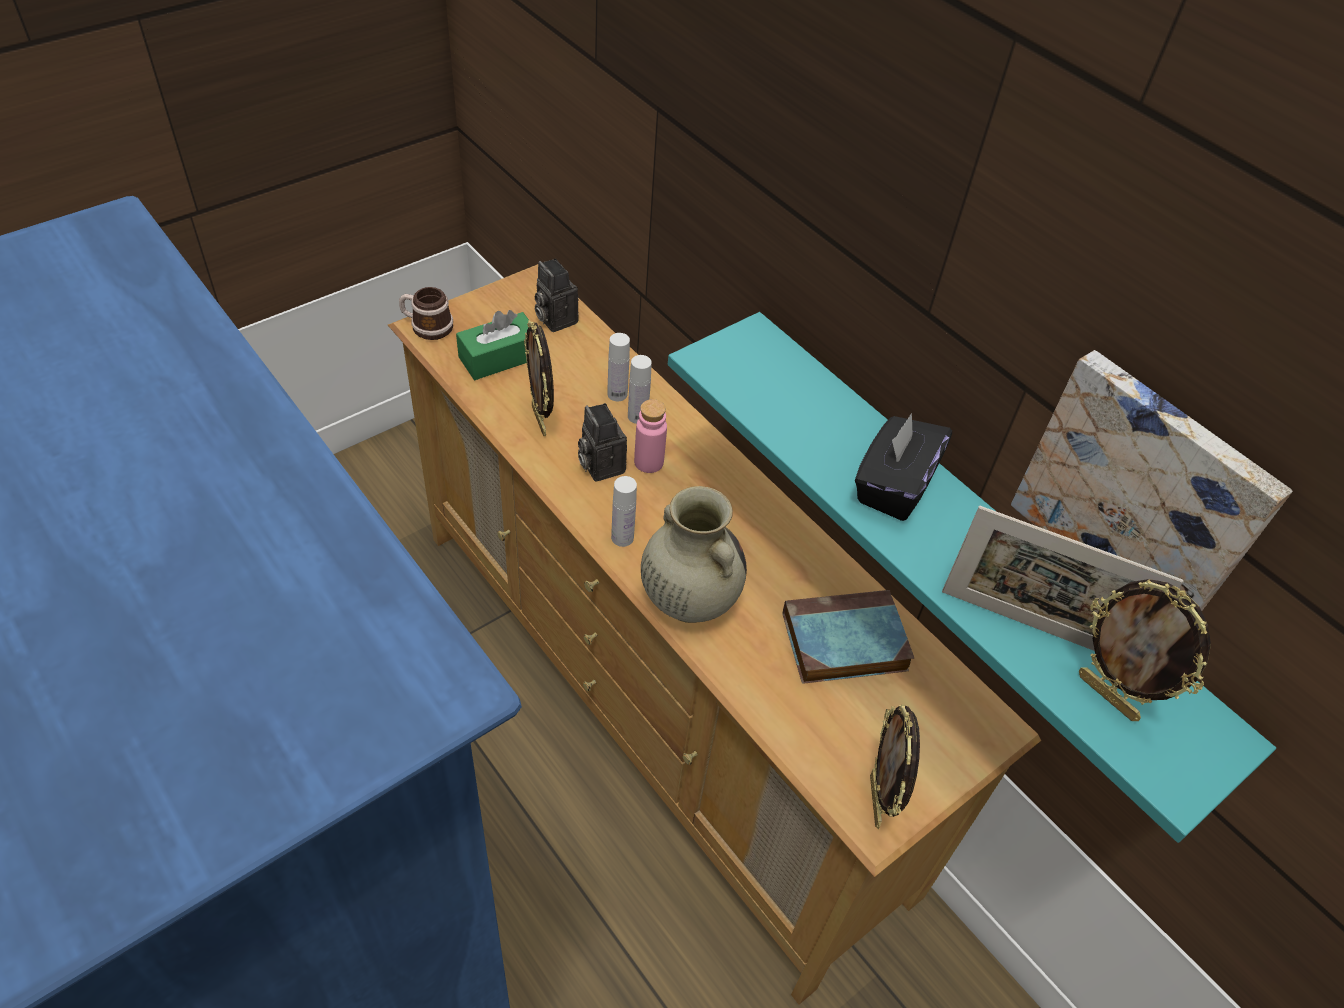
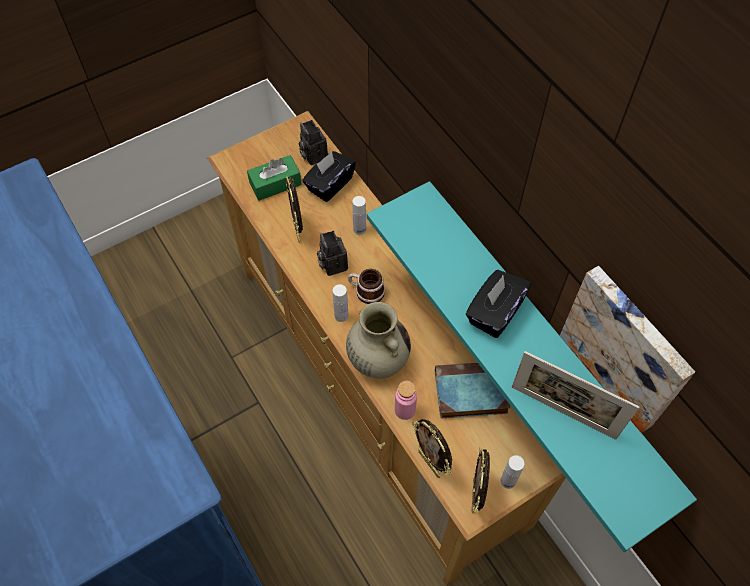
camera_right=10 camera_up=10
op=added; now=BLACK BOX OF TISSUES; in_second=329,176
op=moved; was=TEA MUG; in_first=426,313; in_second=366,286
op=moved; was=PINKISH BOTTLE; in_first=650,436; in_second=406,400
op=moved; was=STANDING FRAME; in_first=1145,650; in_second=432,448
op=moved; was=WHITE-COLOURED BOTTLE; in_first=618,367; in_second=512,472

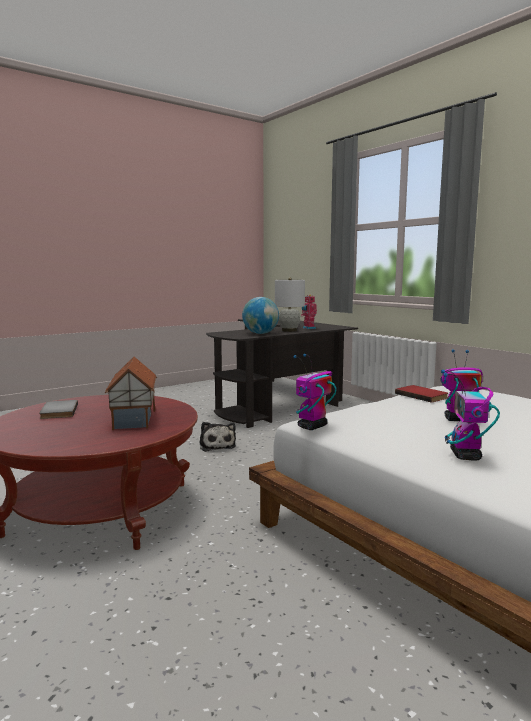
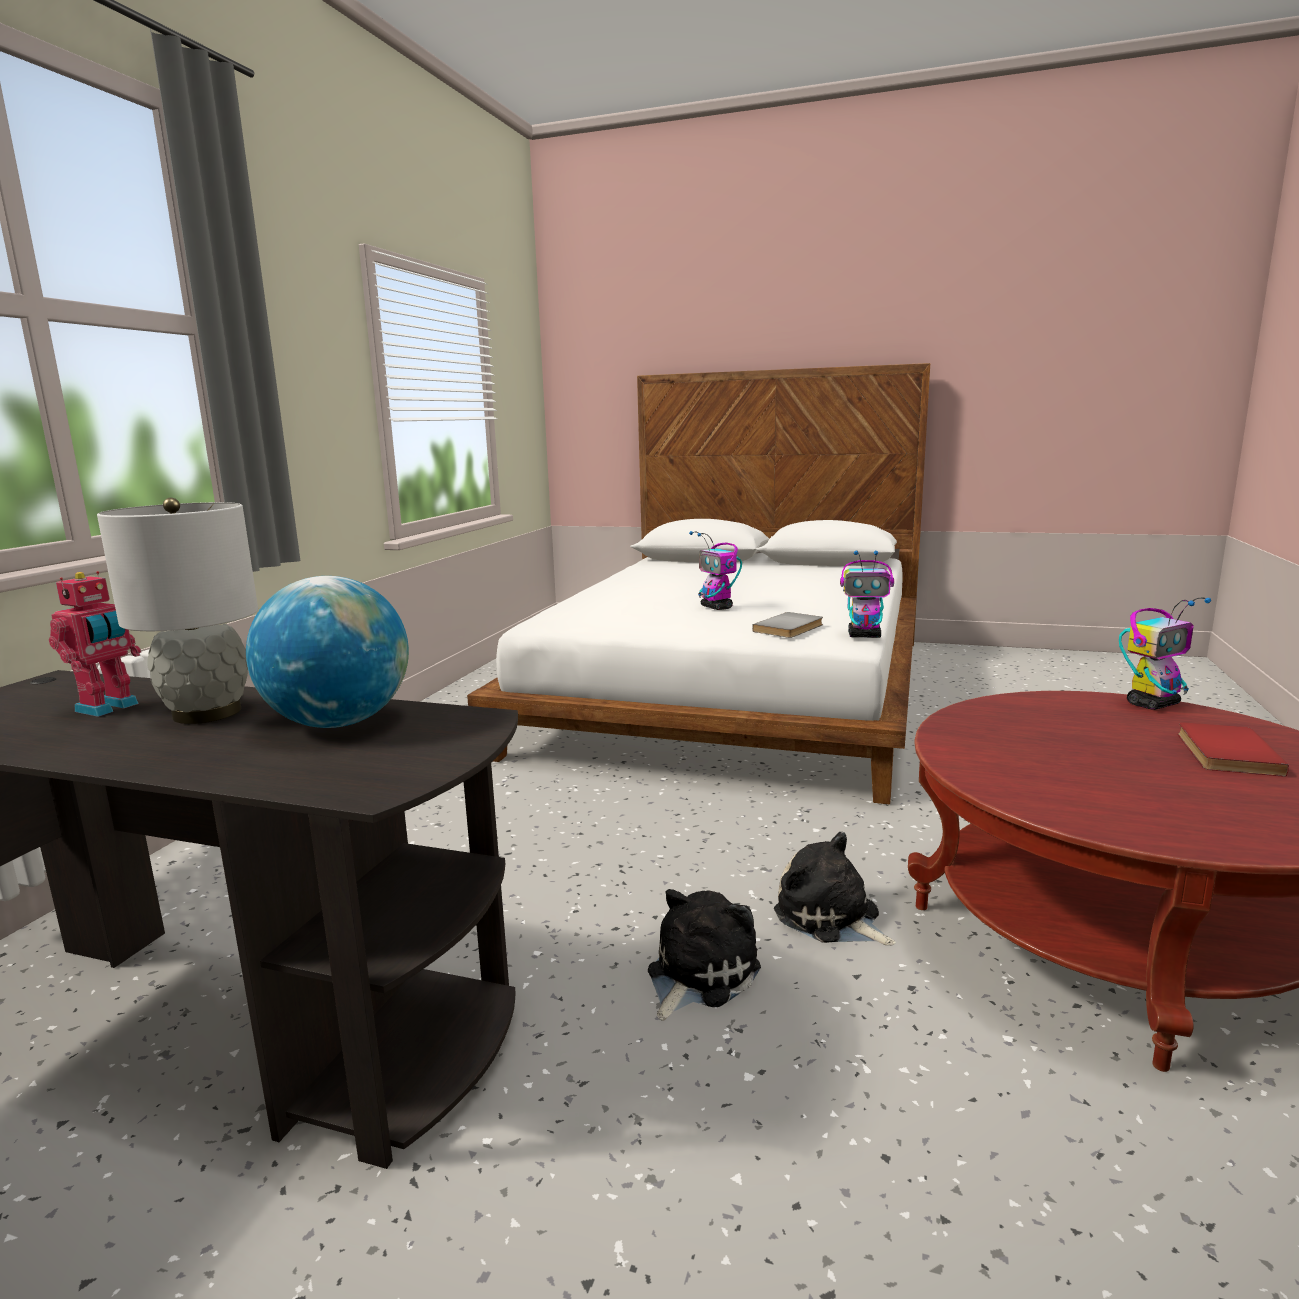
camera_right=-125 camera_up=5
op=moved; was=GREY BOUND BOOK; in_first=58,409; in_second=787,625
op=added; now=PLUSH TOY; in_second=835,888
op=moved; was=TOY ROBOT; in_first=470,415; in_second=1165,653
op=moved; was=REDDISH BOUND BOOK; in_first=421,394; in_second=1233,749
op=removed; was=MODEL HOUSE; in_first=130,393

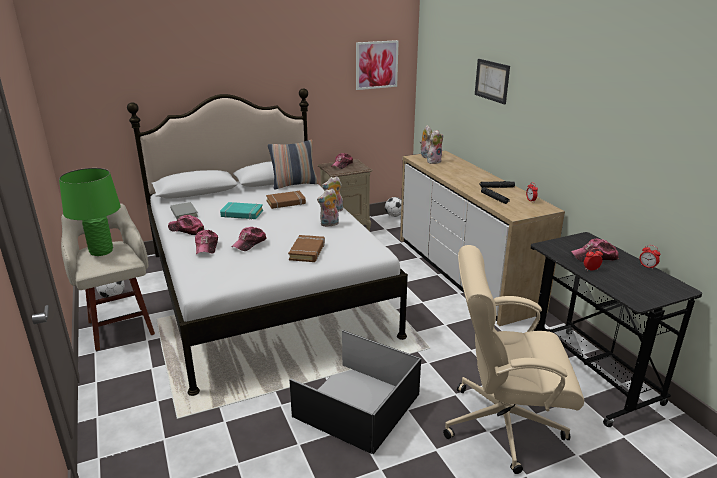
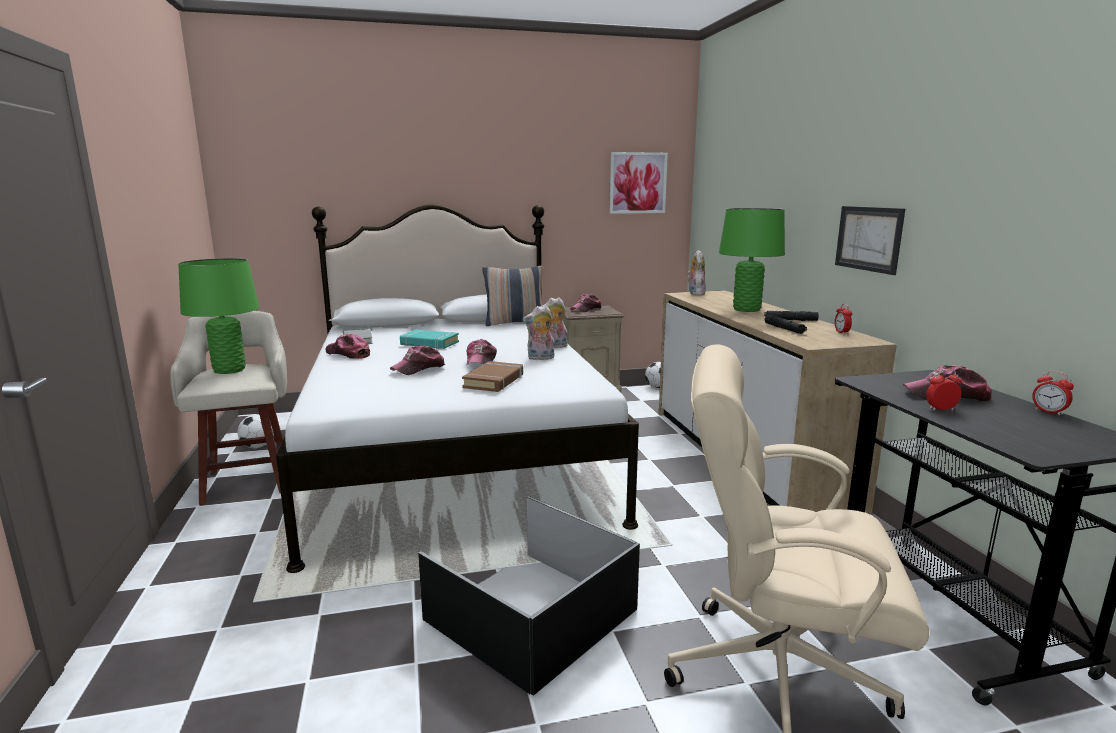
camera_right=10 camera_up=-10
op=moved; was=BASEBALL CAP; in_first=206,242; in_second=481,352
op=added; now=GREENISH TABLE LAMP; in_second=752,260
op=moved; was=WALL ART; in_first=492,81; in_second=870,240
op=removed; was=BROWN BOUND BOOK; in_first=286,200
op=removed; was=PLUSH TOY; in_first=435,147

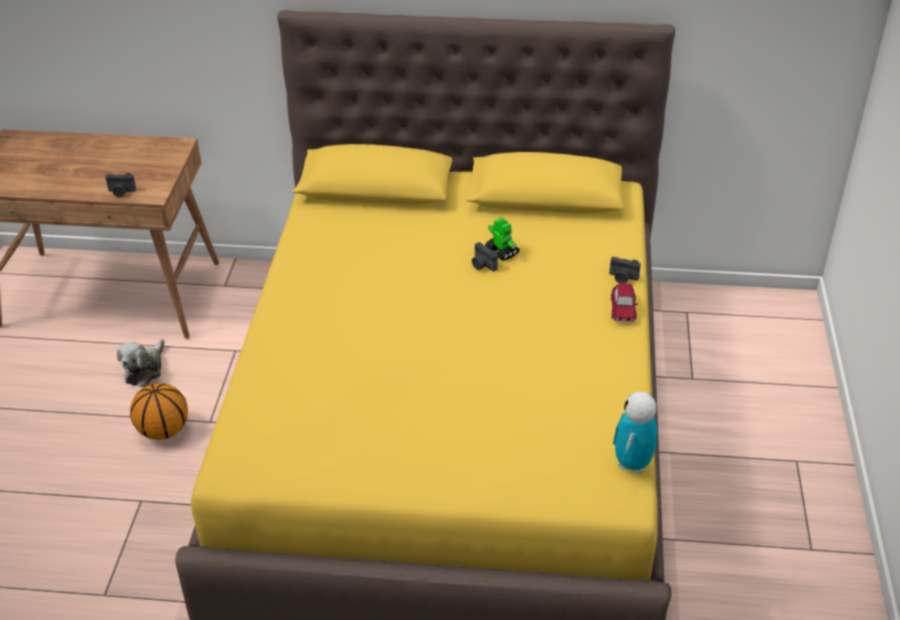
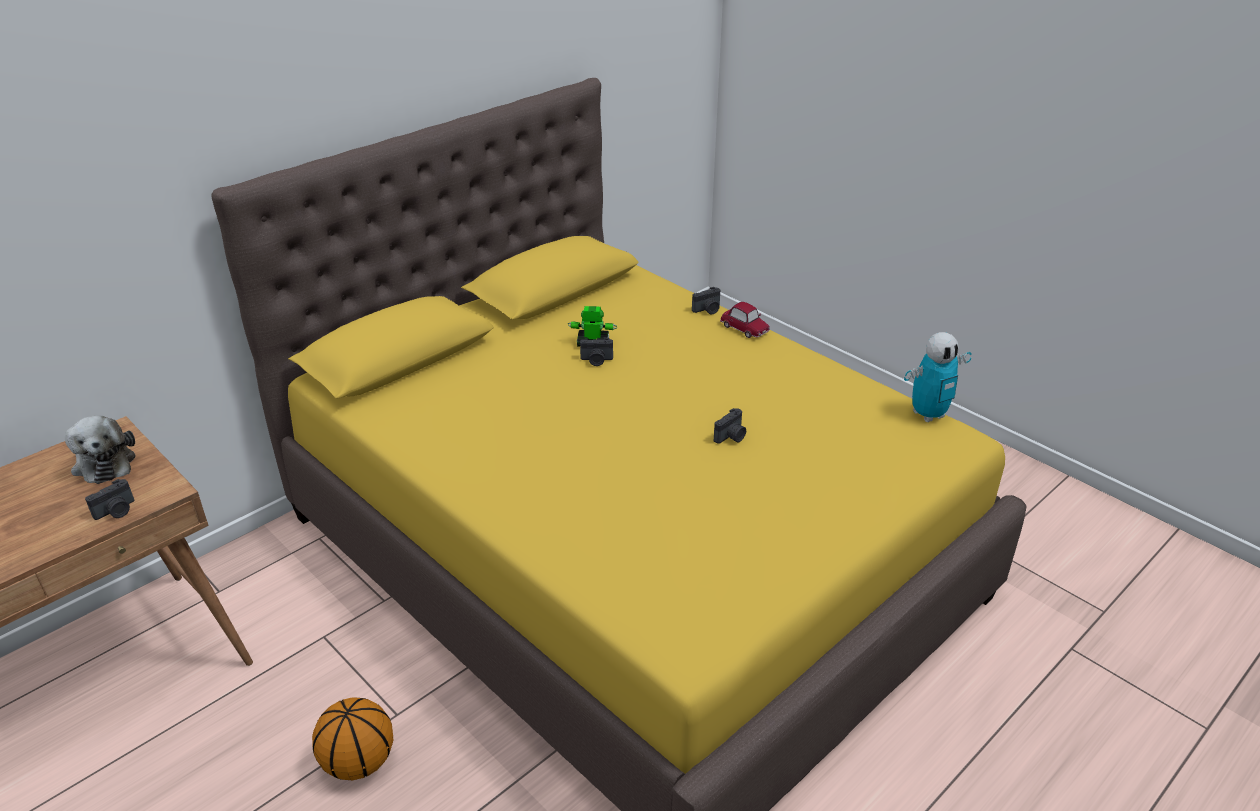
camera_right=-50 camera_up=-5
op=moved; was=PLUSH TOY; in_first=140,363; in_second=100,449
op=added; now=STILL CAMERA; in_second=730,426
op=turned; was=TOY ROBOT; in_first=635,433; in_second=937,377; clockwise=-90

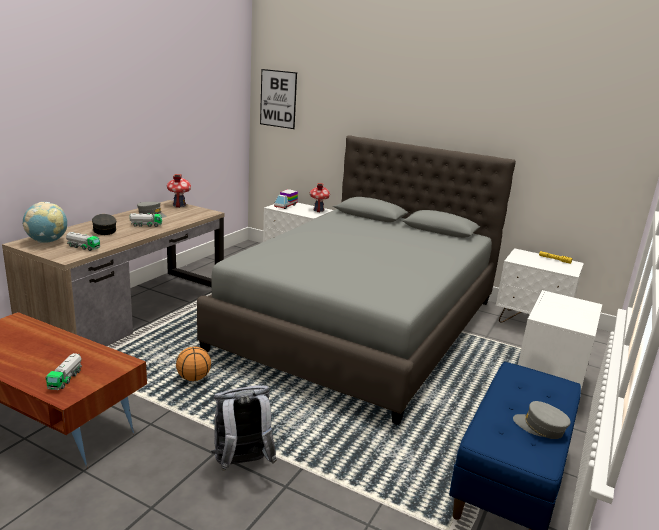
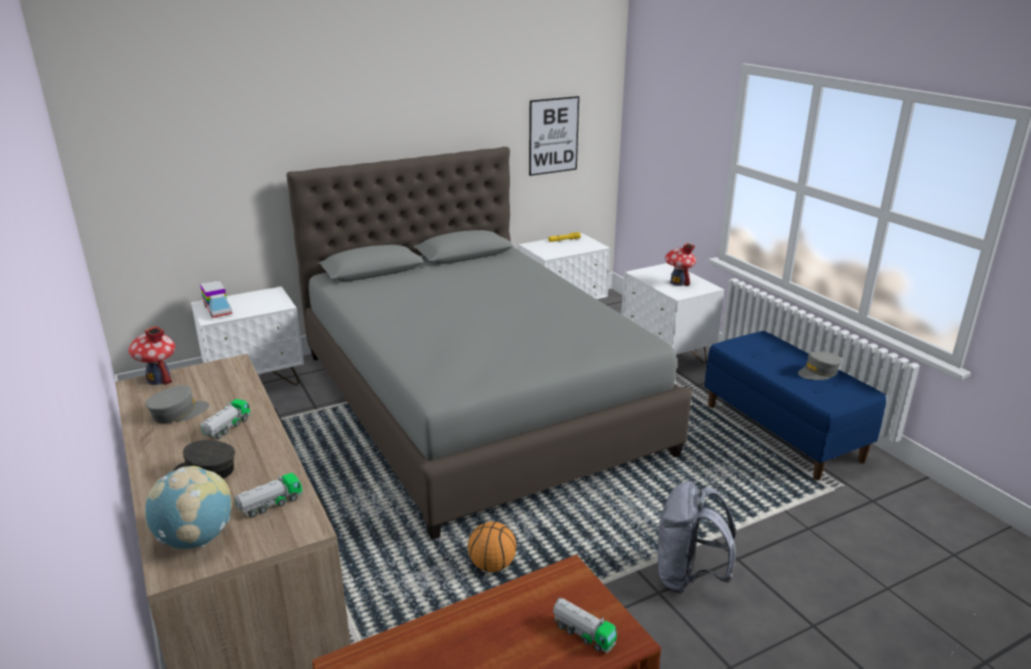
camera_right=-55 camera_up=5
op=moved; was=WALL ART; in_first=278,99; in_second=554,136
op=moved; was=MODEL HOUSE; in_first=320,197; in_second=680,264

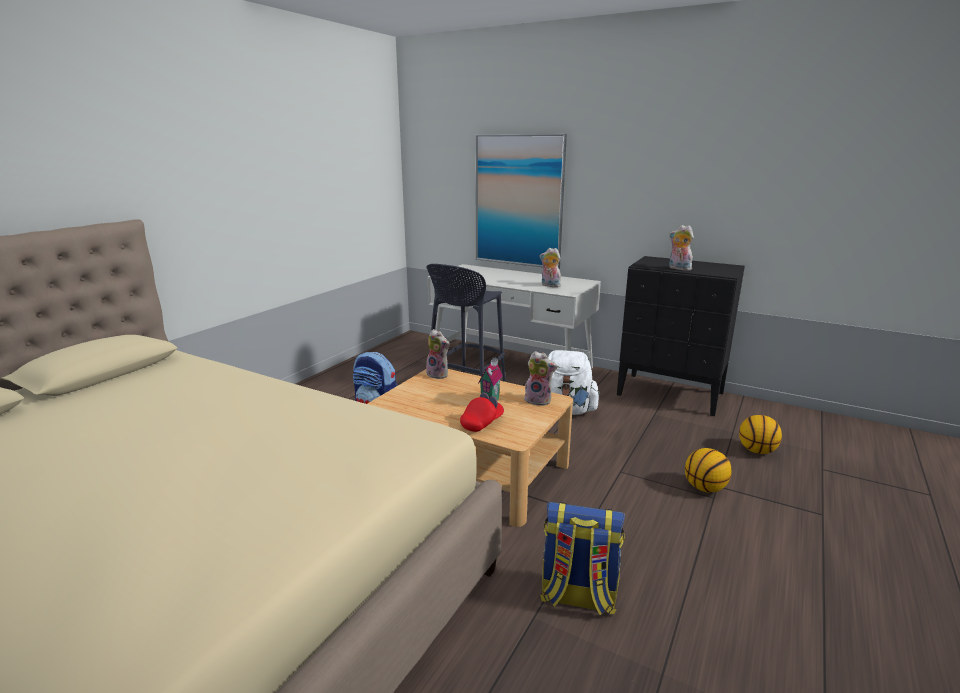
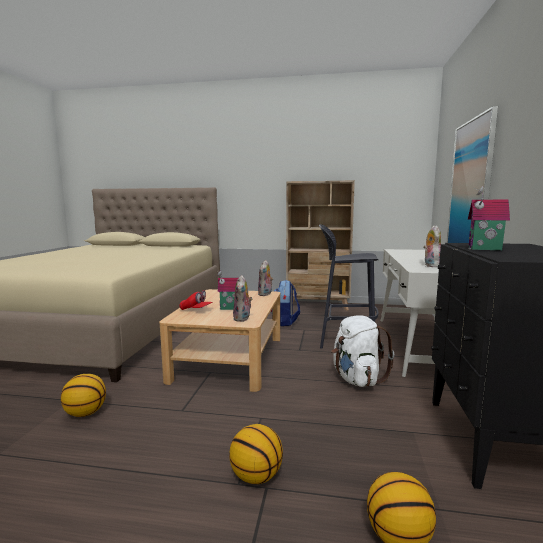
camera_right=70 camera_up=-10
op=replaced; was=KNAPSACK; now=BASKETBALL; in_first=582,558; in_second=83,395
op=added; now=SAND-COLOURED BOOKCASE; in_second=320,245
op=replaced; was=PLUSH TOY; now=MODEL HOUSE; in_first=681,248; in_second=489,218

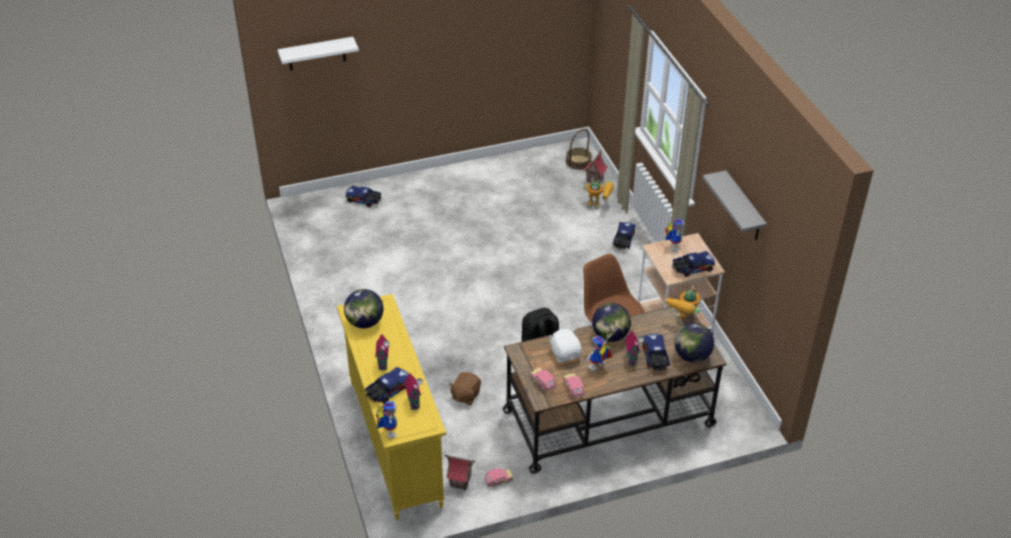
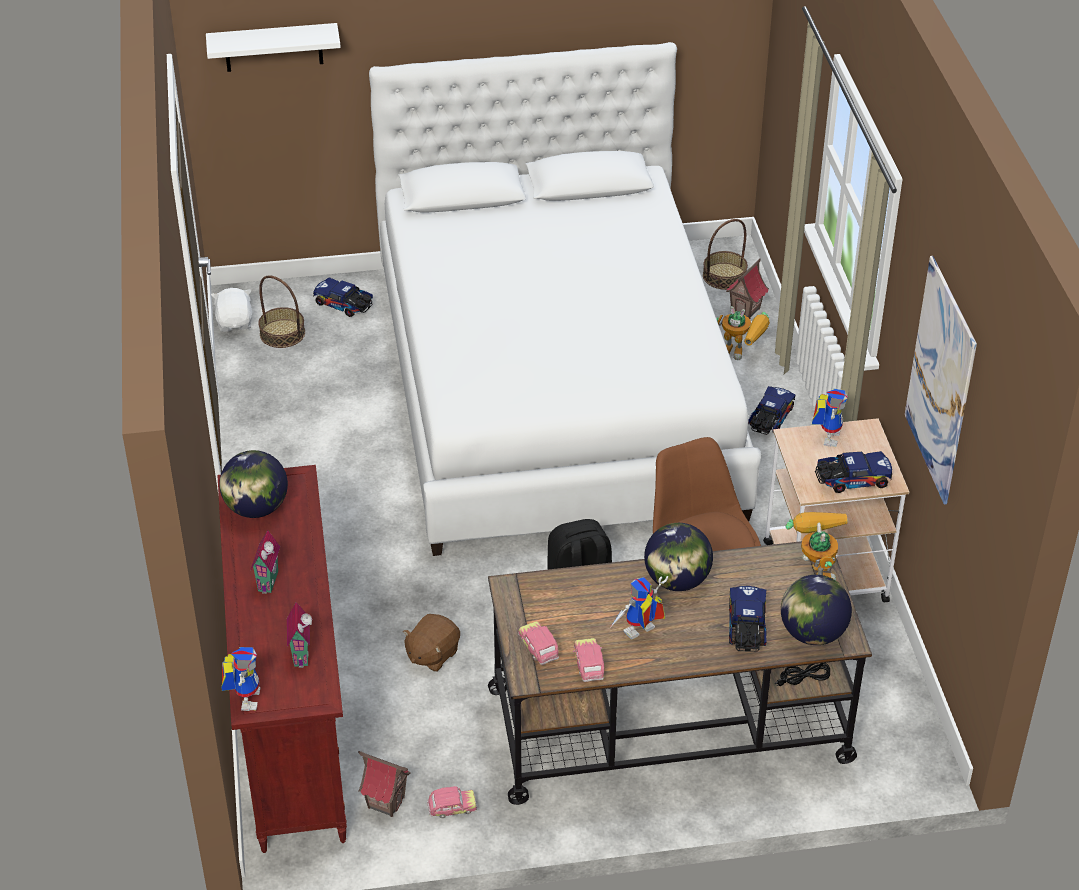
camera_right=10 camera_up=0
op=moved; was=WHITE-COLOURED PLUSH TOY; in_first=565,346; in_second=231,310
op=recoloured; was=YELLOW-COLOURED CHEST OF DRAWERS; now=REDDISH CHEST OF DRAWERS; in_first=391,407; in_second=282,659
op=added; now=BASKET; in_second=281,311
op=added; now=WHITE-COLOURED SLEEPING BED; in_second=565,299
op=turned; was=TOY ROBOT; in_first=682,302; in_second=817,546; clockwise=135
op=replaced; was=GREY WALL SHELF; now=WALL ART; in_first=735,205; in_second=941,380
op=removed; was=MODEL TRUCK; in_first=387,385
op=removed; was=MODEL HOUSE; in_first=634,348

